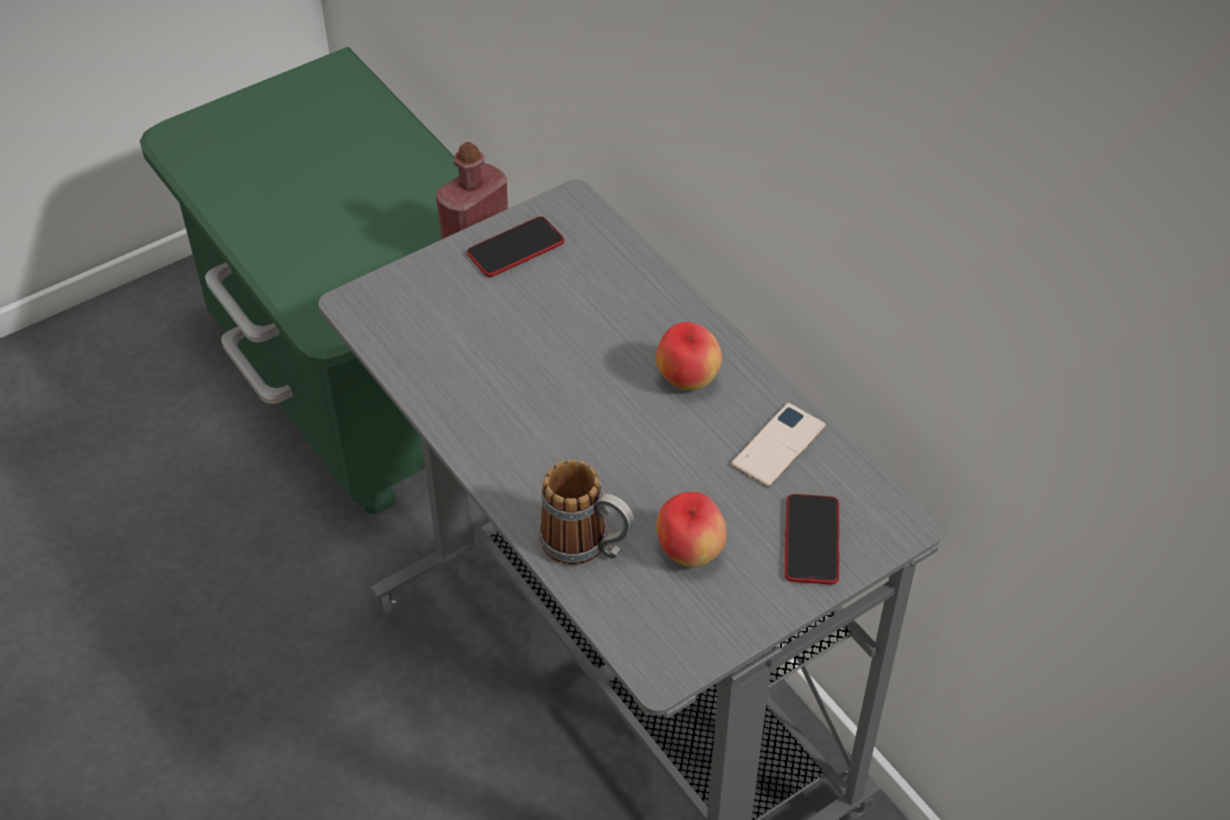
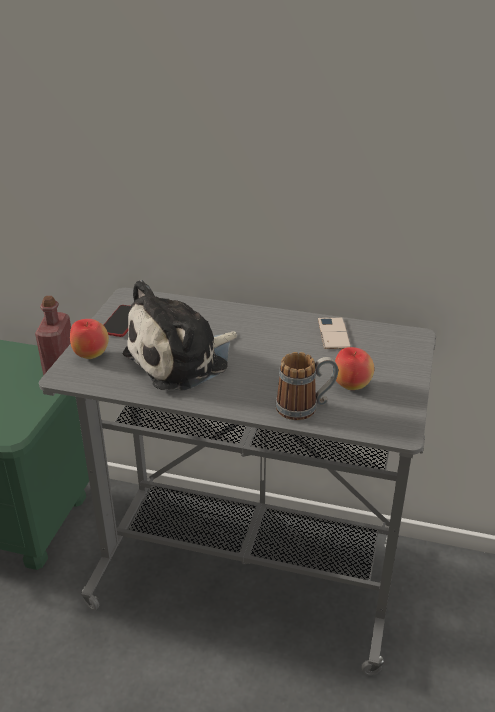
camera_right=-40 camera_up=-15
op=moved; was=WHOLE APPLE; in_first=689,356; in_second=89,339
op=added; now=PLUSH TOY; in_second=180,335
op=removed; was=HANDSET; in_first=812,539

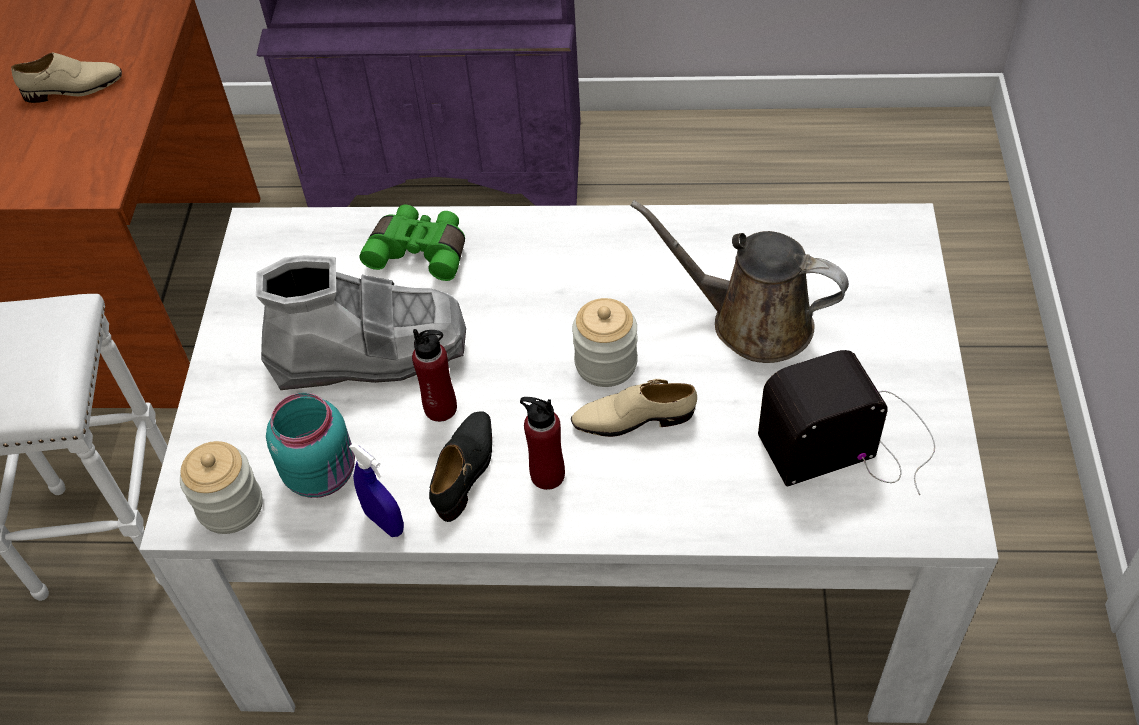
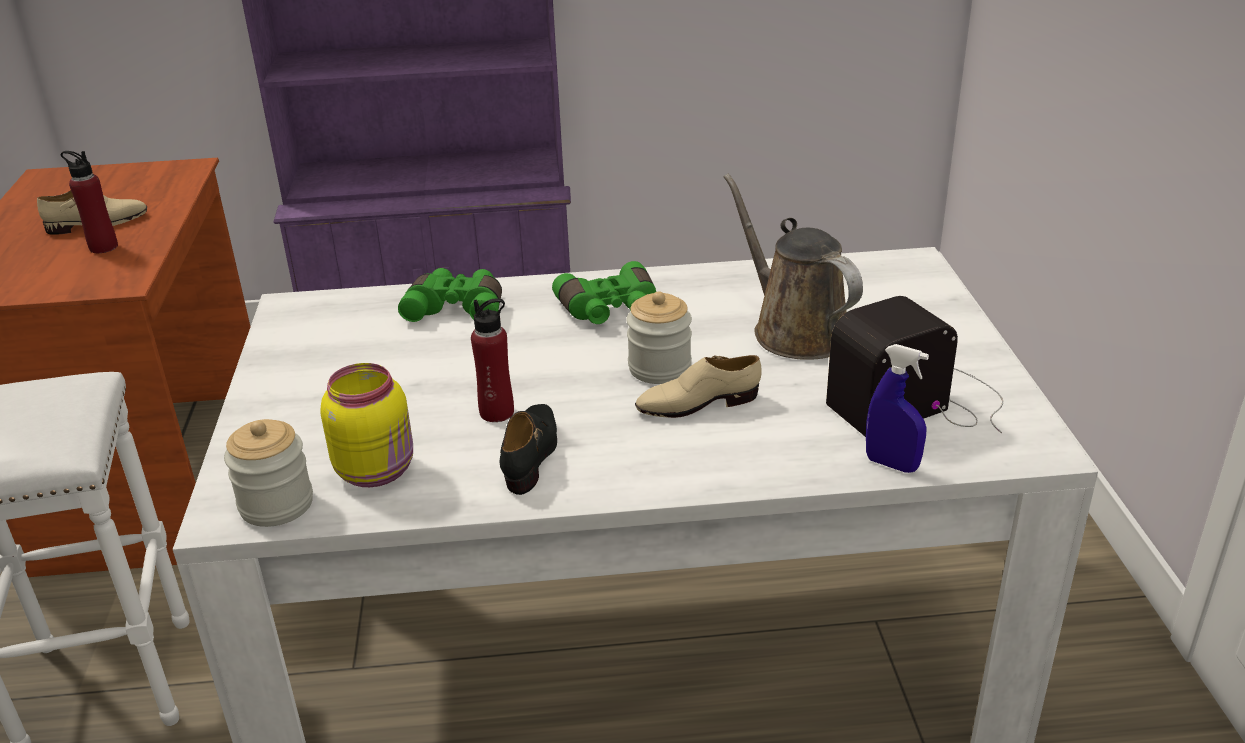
camera_right=-10 camera_up=-20
op=moved; was=REDDISH BOTTLE; in_first=542,443; in_second=89,202
op=recoloured; was=TURQUOISE PRESERVE JAR; now=YELLOW-COLOURED PRESERVE JAR; in_first=310,445; in_second=366,425
op=added; now=GREENISH FIELD GLASSES; in_second=604,292
op=turned; was=BROWN WATERING CAN; in_first=739,281; in_second=793,267; clockwise=45
op=moved; was=BLUISH HAND SPRAYER; in_first=376,489; in_second=897,408
op=removed; was=GREY TALL BOOT; in_first=361,322

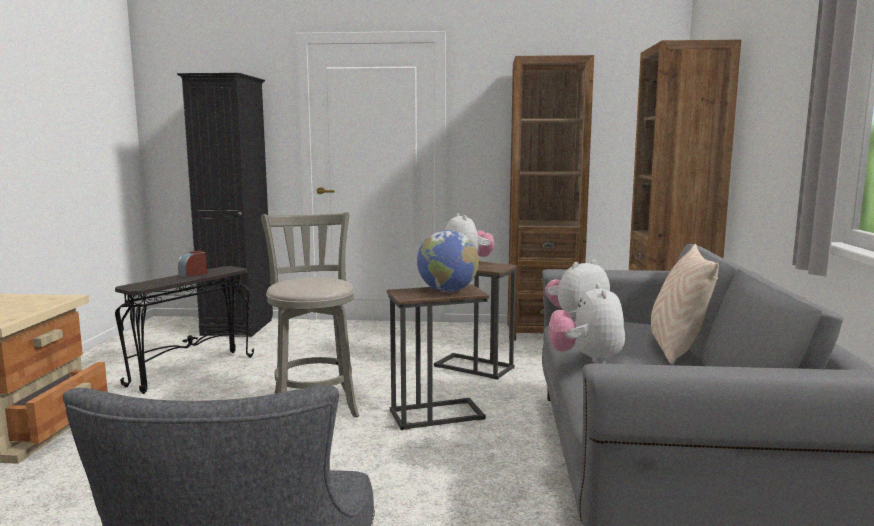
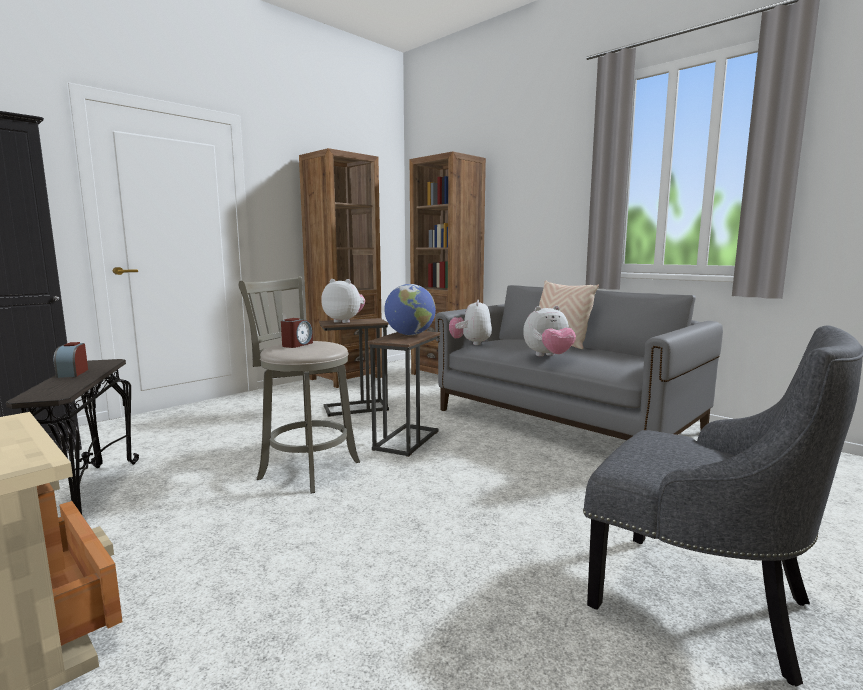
camera_right=-50 camera_up=0
op=added; now=ALARM CLOCK; in_second=297,333
op=turned; was=PLUSH TOY; in_first=587,323; in_second=549,331; clockwise=-60

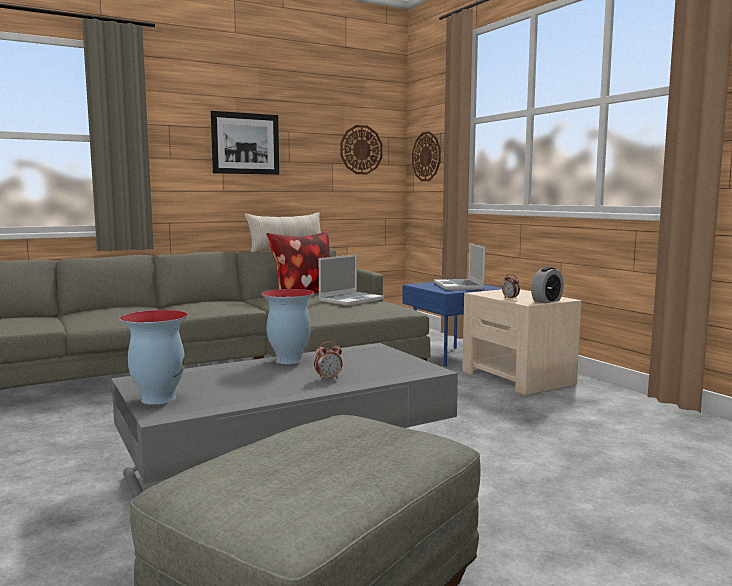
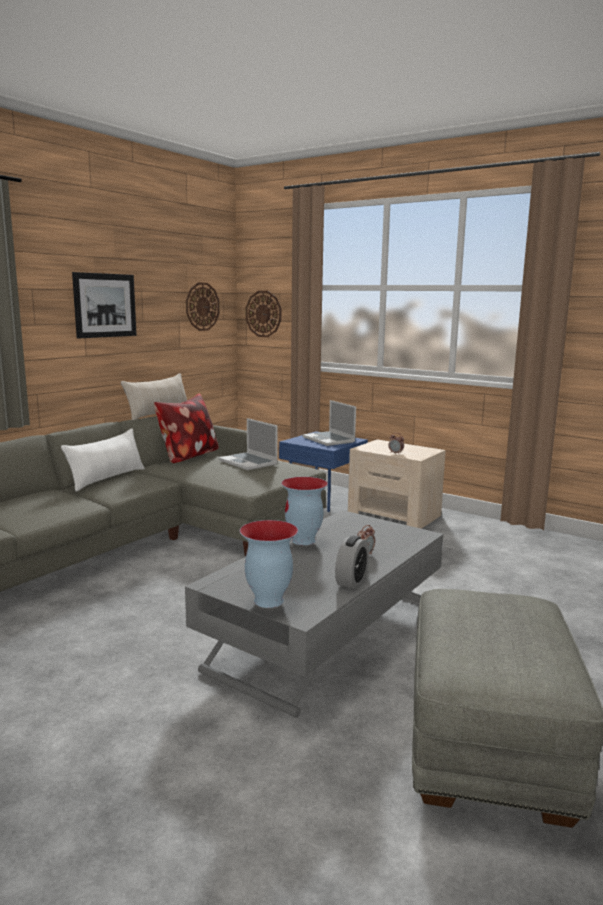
camera_right=-25 camera_up=5
op=added; now=WHITE-COLOURED CUSHION; in_second=103,460
op=turned; was=NOTEBOOK COMPUTER; in_first=351,280; in_second=248,444; clockwise=120
op=moved; was=ALARM CLOCK; in_first=547,285; in_second=352,562

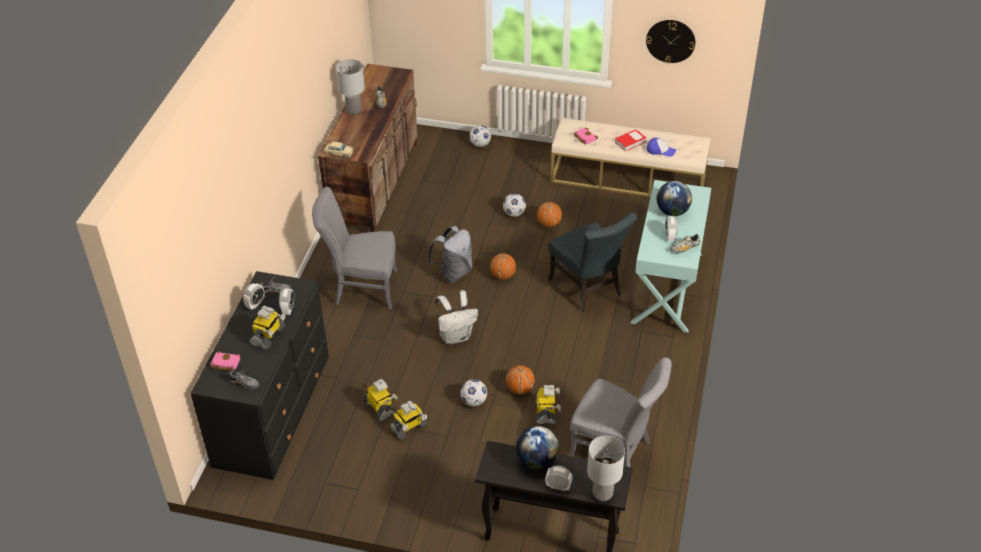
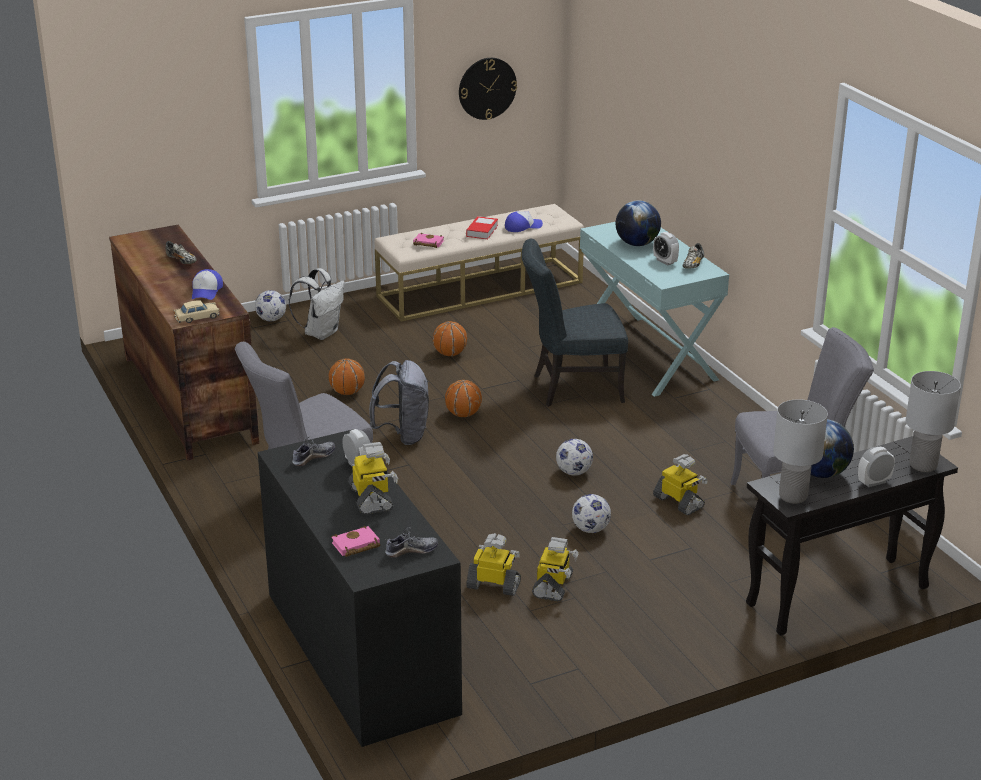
camera_right=-40 camera_up=-15
op=added; now=BASEBALL CAP; in_second=207,284
op=moved; was=WHITE-COLOURED KNAPSACK; in_first=456,317; in_second=317,304
op=moved; was=BASKETBALL; in_first=520,379; in_second=347,377
op=turned; was=GREY PLAIN CHAIR; in_first=593,262; in_second=575,323; clockwise=150
op=moved; was=FOOTBALL; in_first=514,205; in_second=574,457
op=moved; was=GREY TABLE LAMP; in_first=350,87; in_second=800,451
op=removed; was=ALARM CLOCK; in_first=254,296

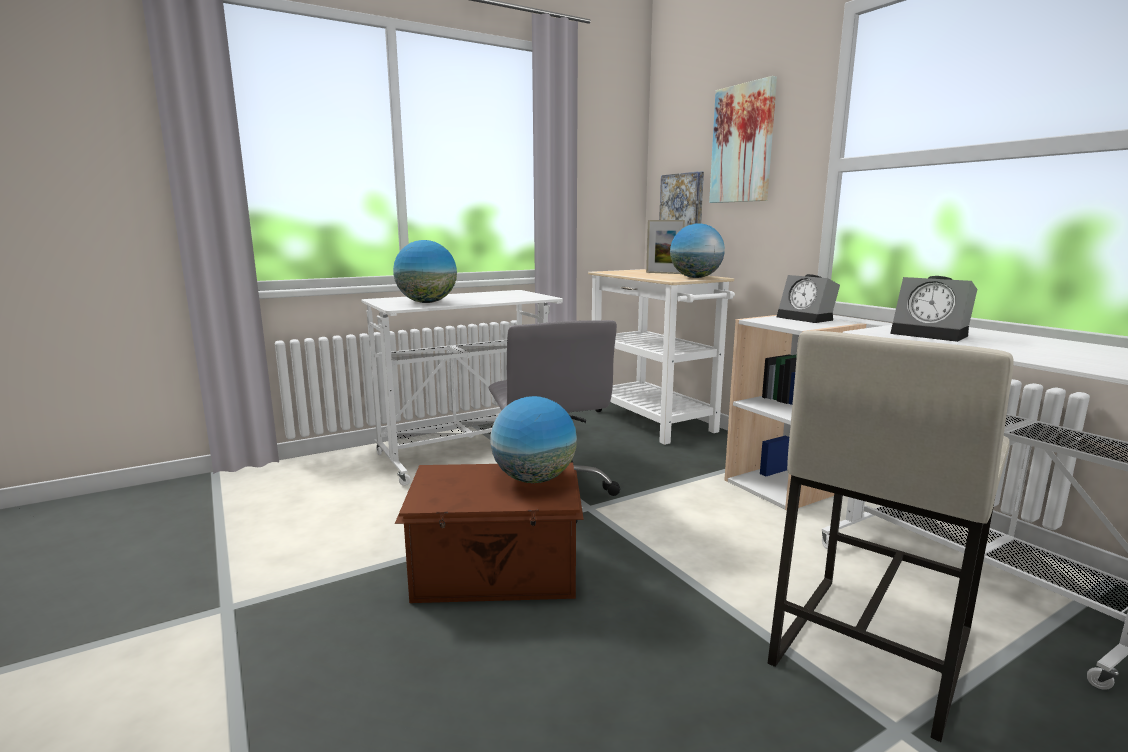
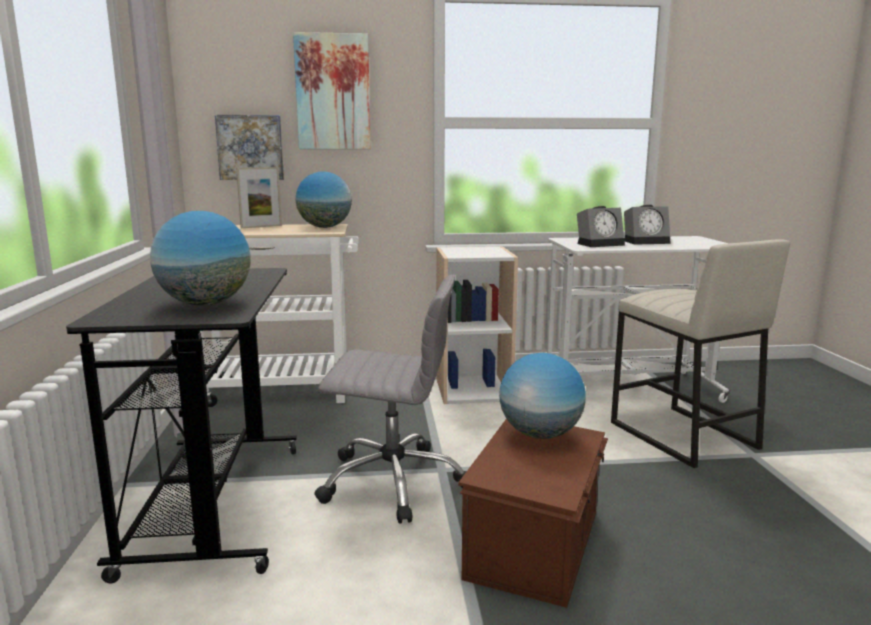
camera_right=-65 camera_up=0
op=recoloured; was=WHITE-COLOURED DESK TABLE; now=BLACK DESK TABLE; in_first=462,388; in_second=181,425
op=moved; was=ALARM CLOCK; in_first=808,298; in_second=647,225

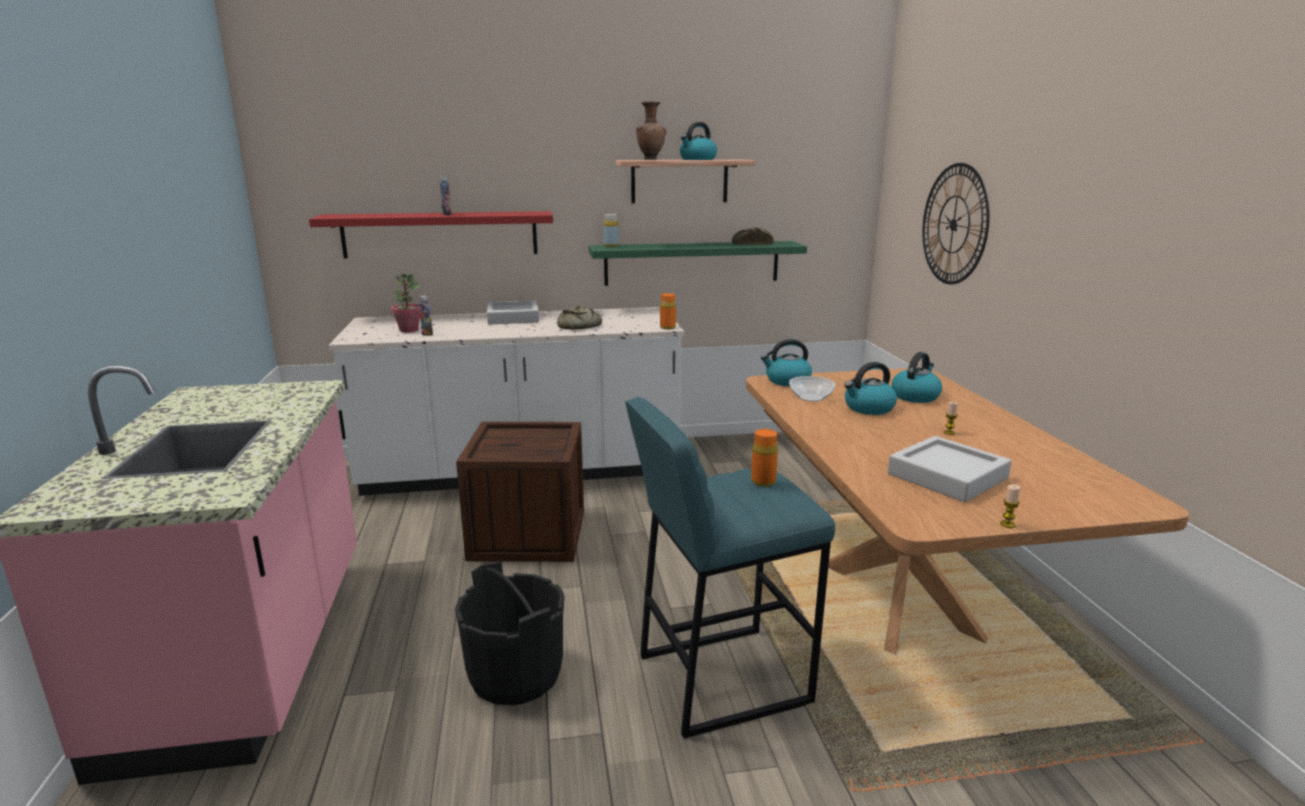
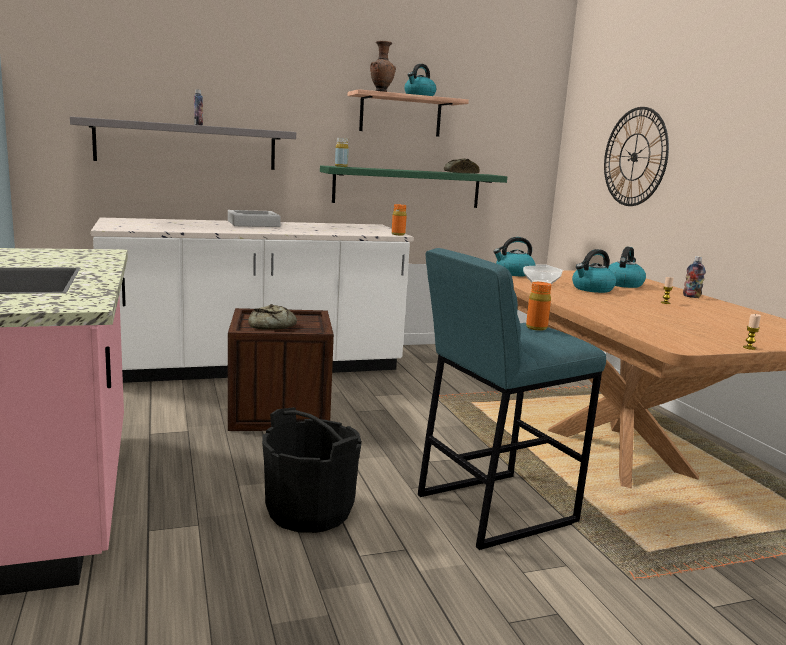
camera_right=-10 camera_up=-5
op=recoloured; was=REDDISH WALL SHELF; now=GREY WALL SHELF; in_first=431,234; in_second=183,143
op=moved; was=BAKERY BREAD; in_first=579,317; in_second=272,317
op=moved; was=BOTTLE; in_first=426,316; in_second=694,277
op=removed; was=PLANT IN A POT; in_first=405,302
op=removed; was=GREY SERVING TRAY; in_first=949,469

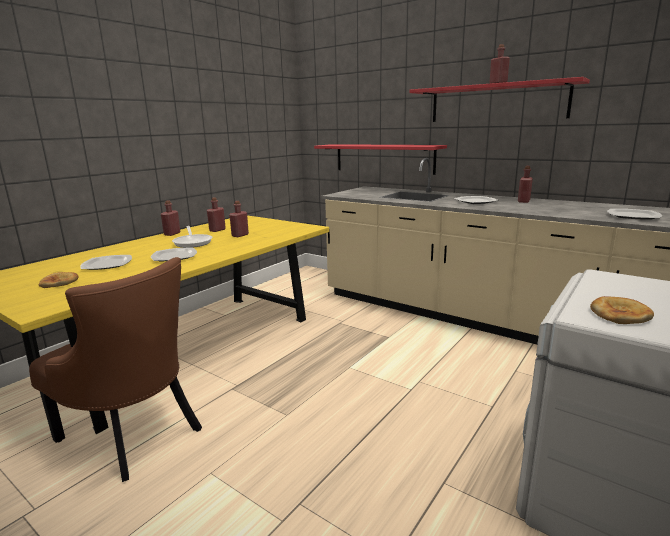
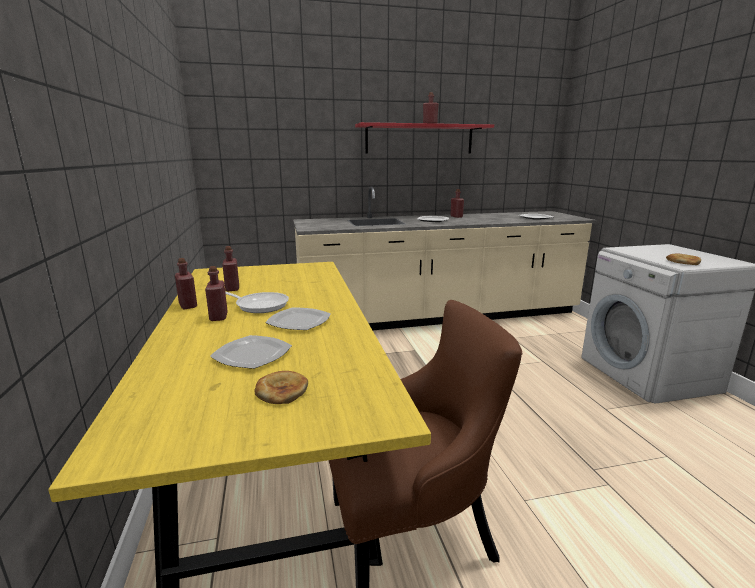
camera_right=-50 camera_up=0
op=moved; was=REDDISH BOTTLE; in_first=239,219; in_second=216,293
op=removed; was=REDDISH WALL SHELF; in_first=380,159

